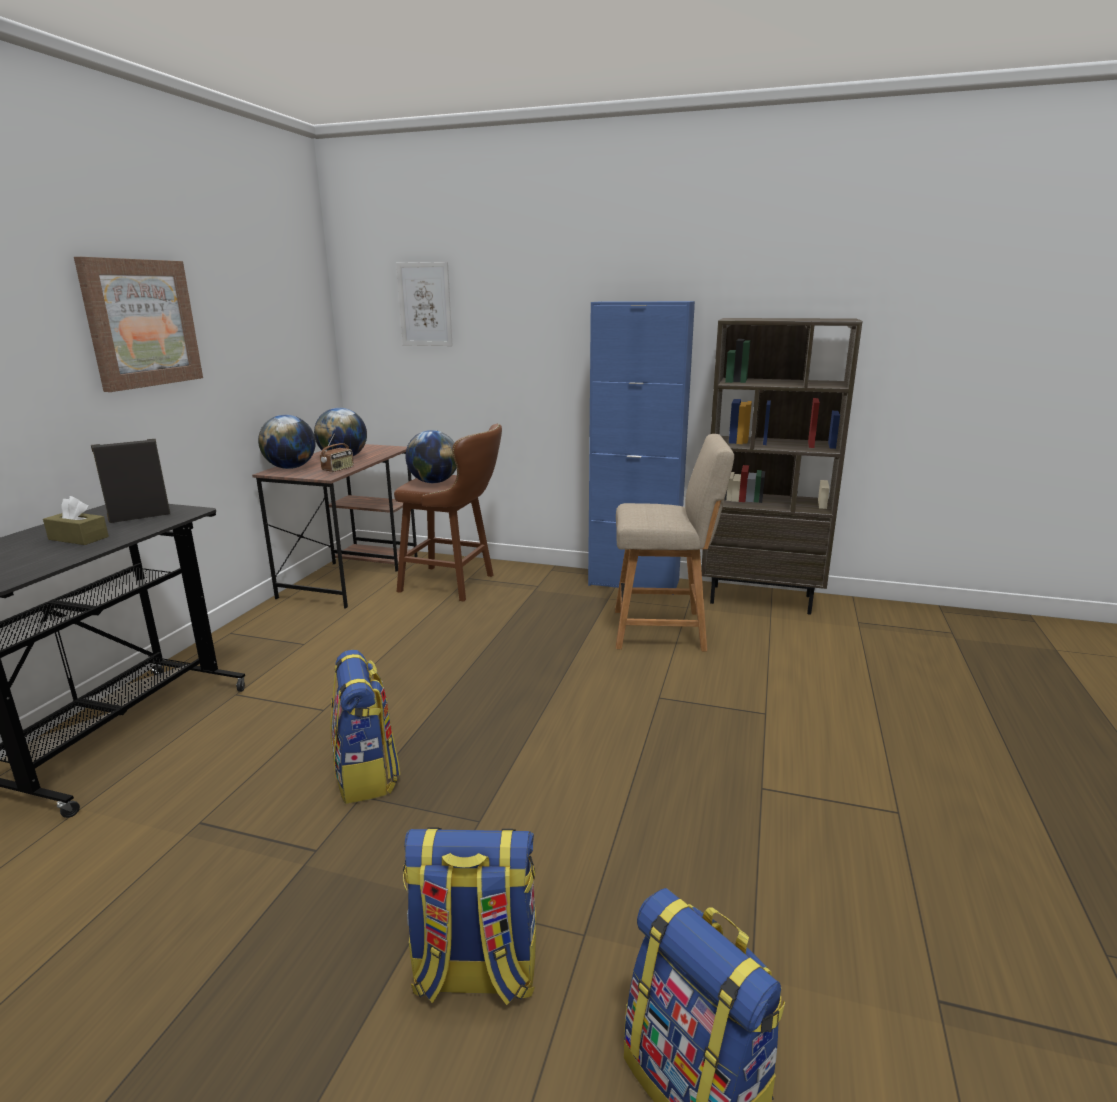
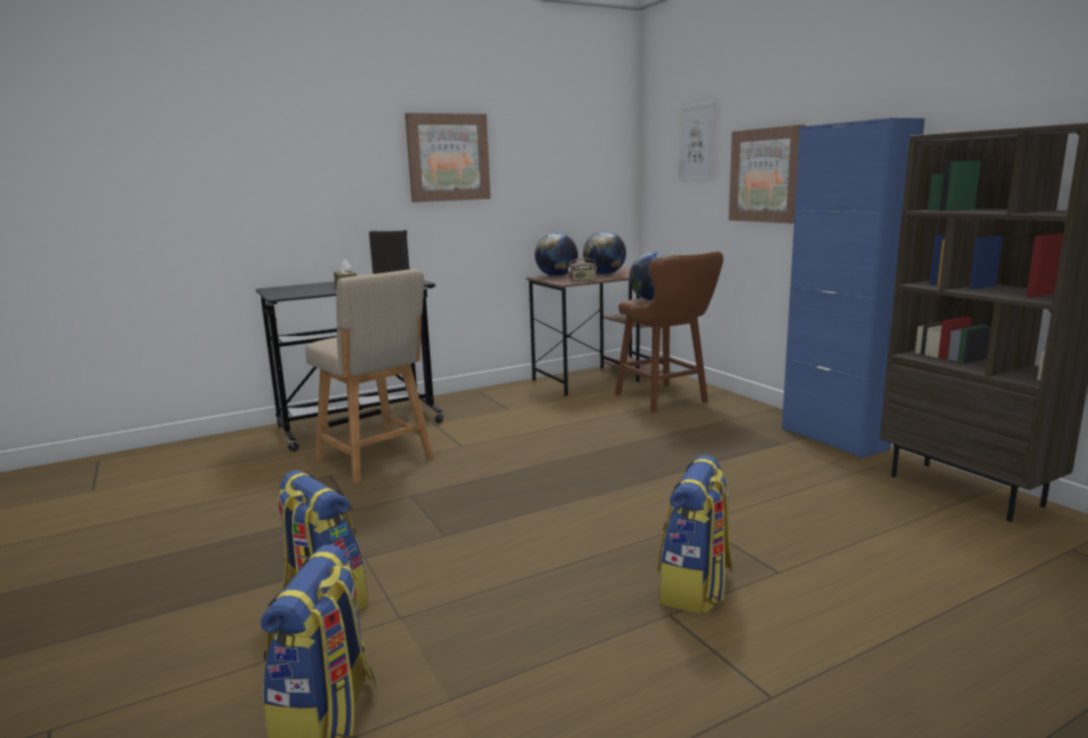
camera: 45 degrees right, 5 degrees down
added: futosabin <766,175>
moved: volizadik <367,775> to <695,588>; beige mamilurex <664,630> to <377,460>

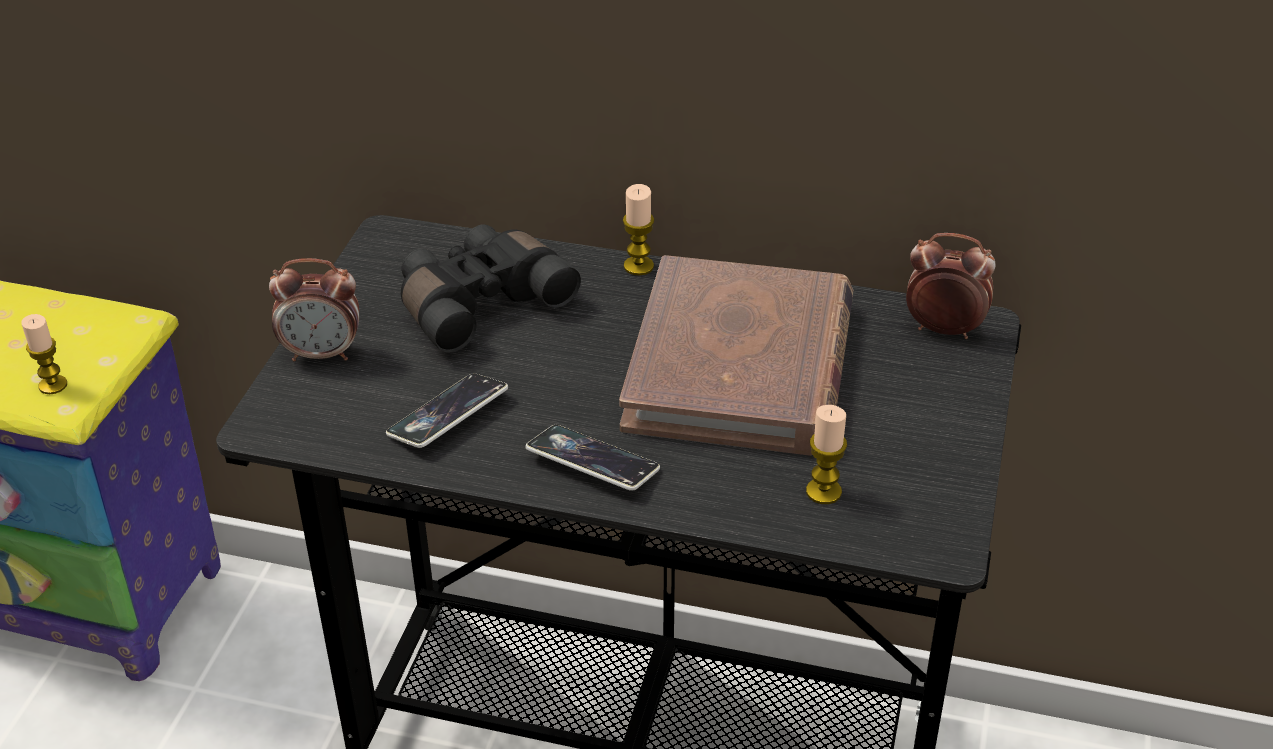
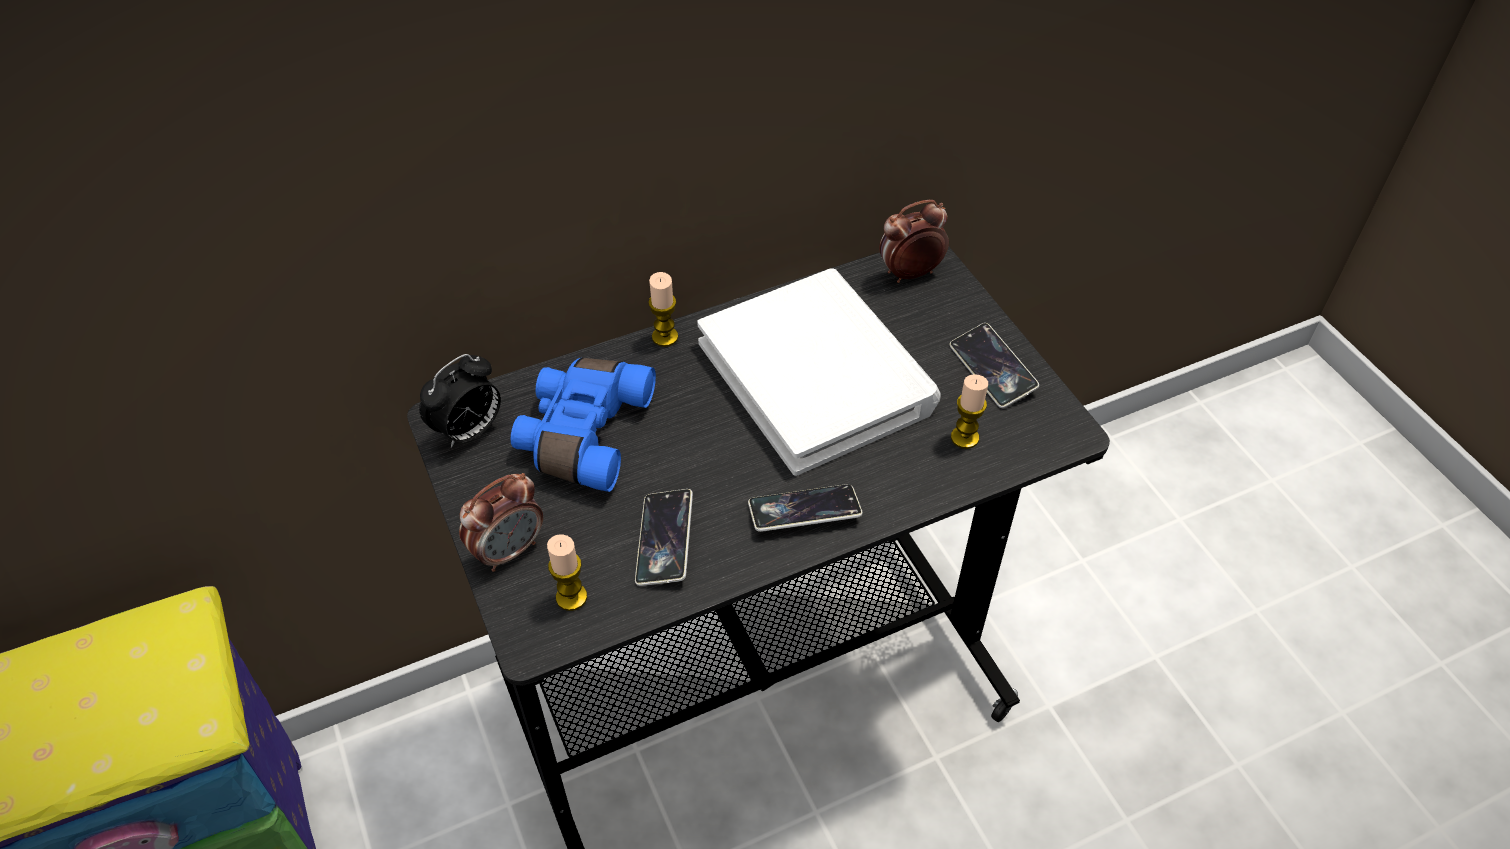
camera: 40 degrees left, 10 degrees up
added: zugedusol <469,431>; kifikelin <992,369>
moved: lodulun <53,385> to <571,597>
recoloured: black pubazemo <479,302> to blue pubazemo <582,433>; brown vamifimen <740,365> to white vamifimen <817,376>

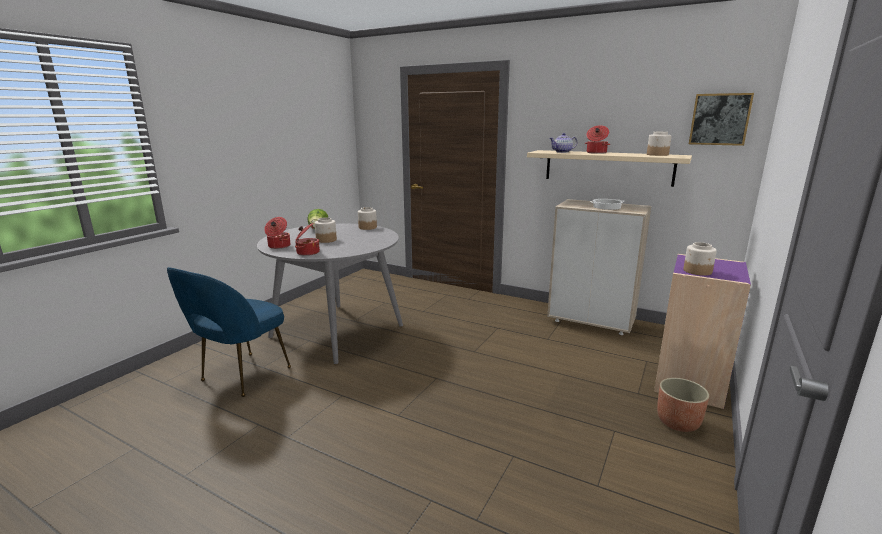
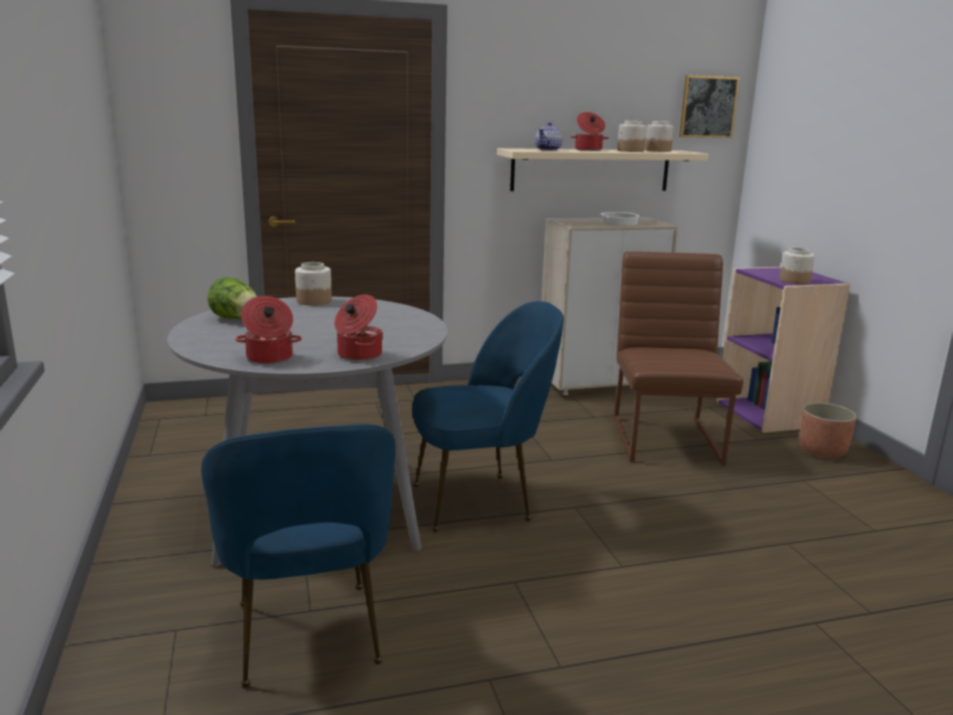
camera: 45 degrees left, 0 degrees up
added: blue mamilurex <481,502>; brown mamilurex <666,438>
moved: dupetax <326,240> to <630,151>

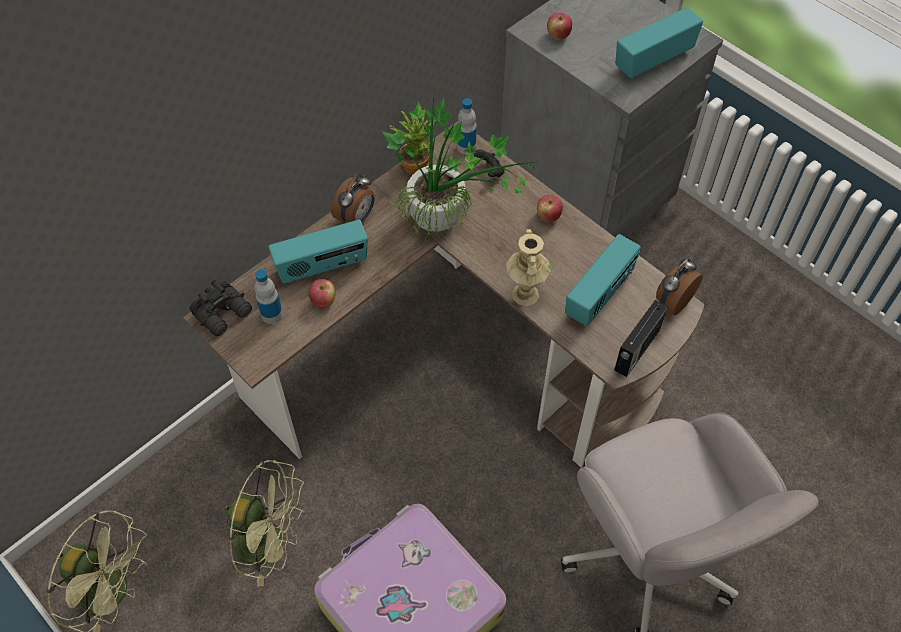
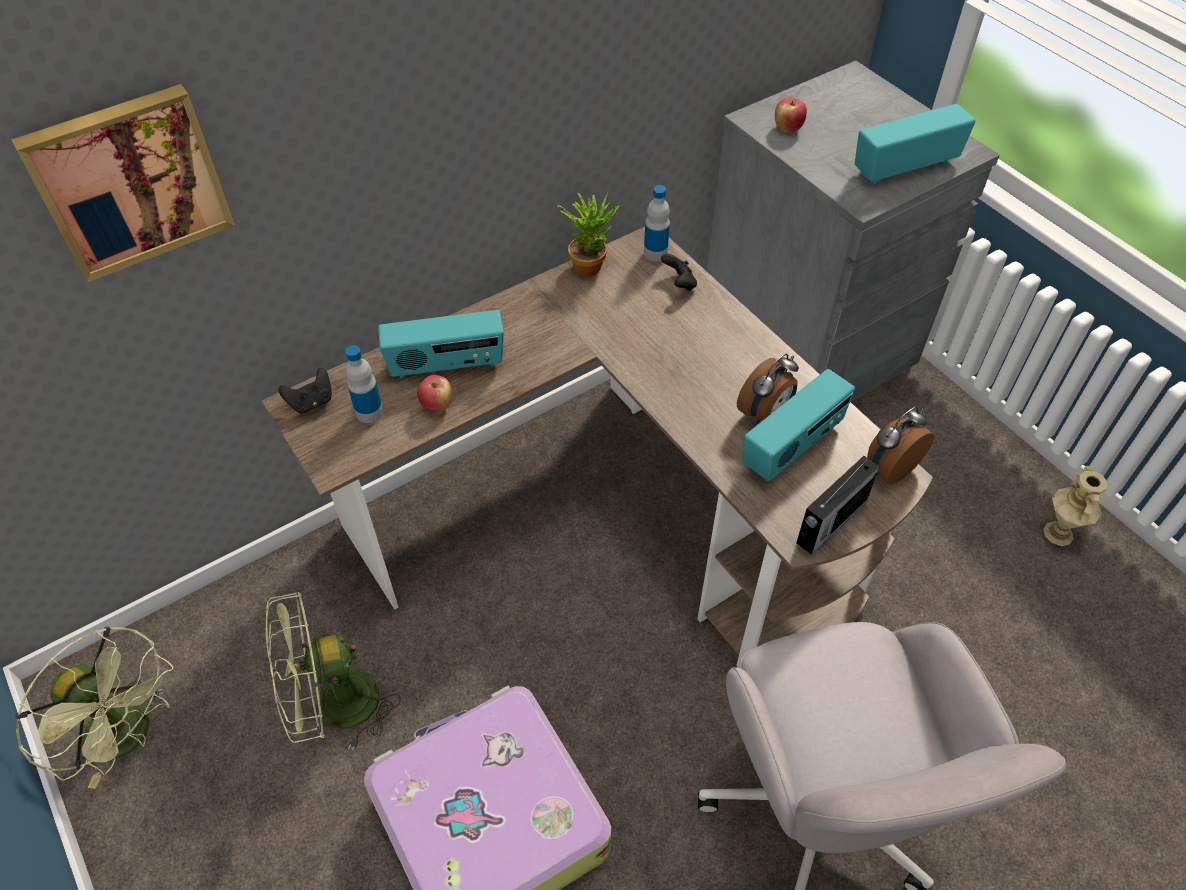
camera: 10 degrees right, 5 degrees down
removed: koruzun <448,219>; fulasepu <548,216>
added: futosabin <129,181>
moved: zugedusol <356,217> to <765,413>; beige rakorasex <524,294> to <1057,533>
replaced: black pubazemo <224,313> to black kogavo <311,402>
turned: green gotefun <270,543> = <334,707> 135 degrees clockwise

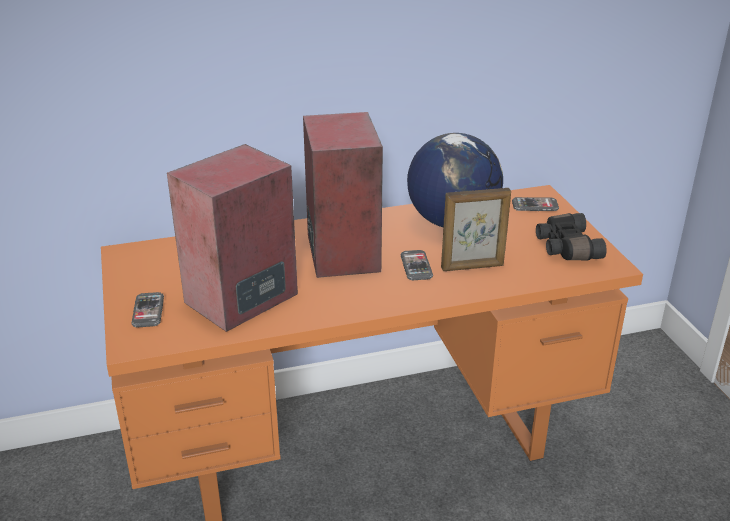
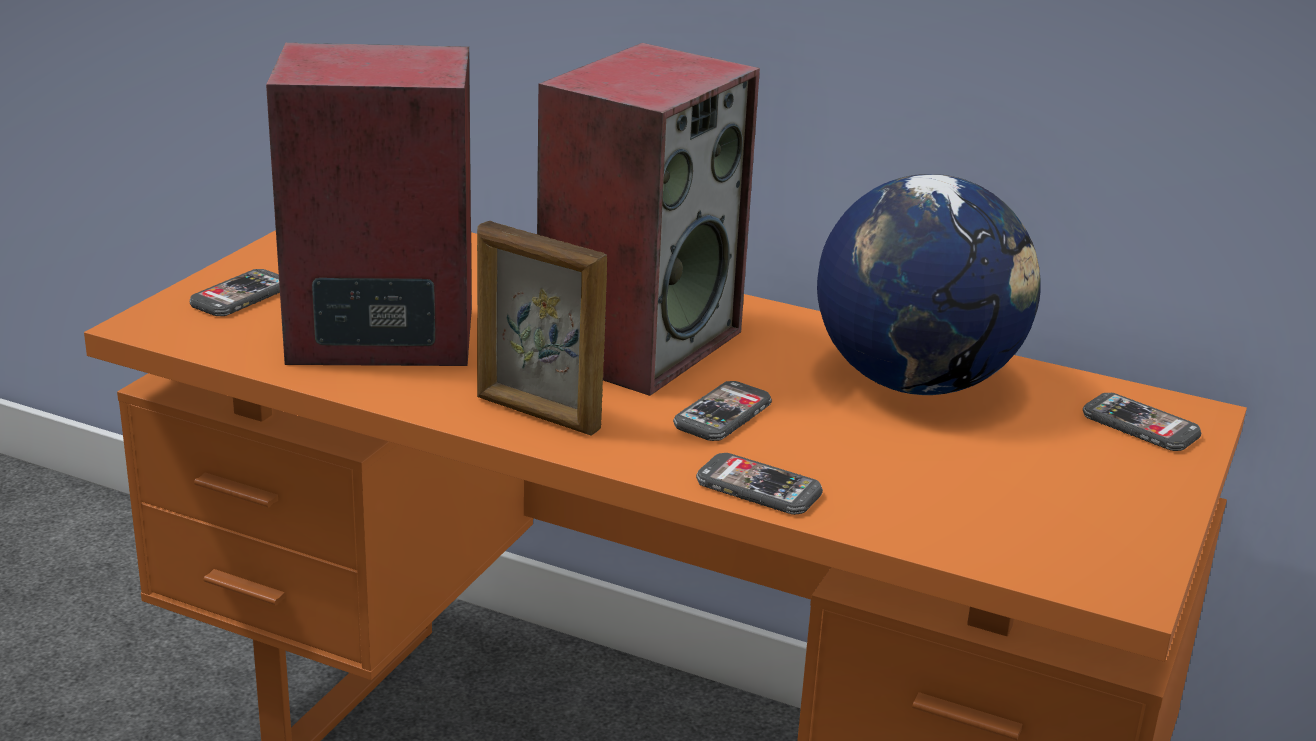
camera: 40 degrees right, 5 degrees down
removed: black pubazemo <565,247>
added: kifikelin <758,488>
moved: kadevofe <472,267> to <537,414>

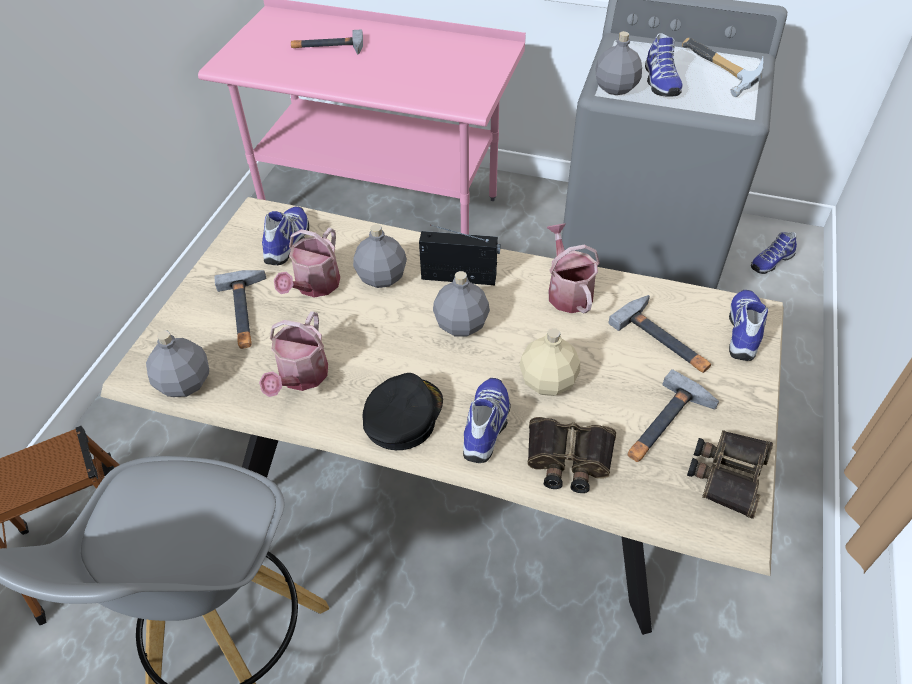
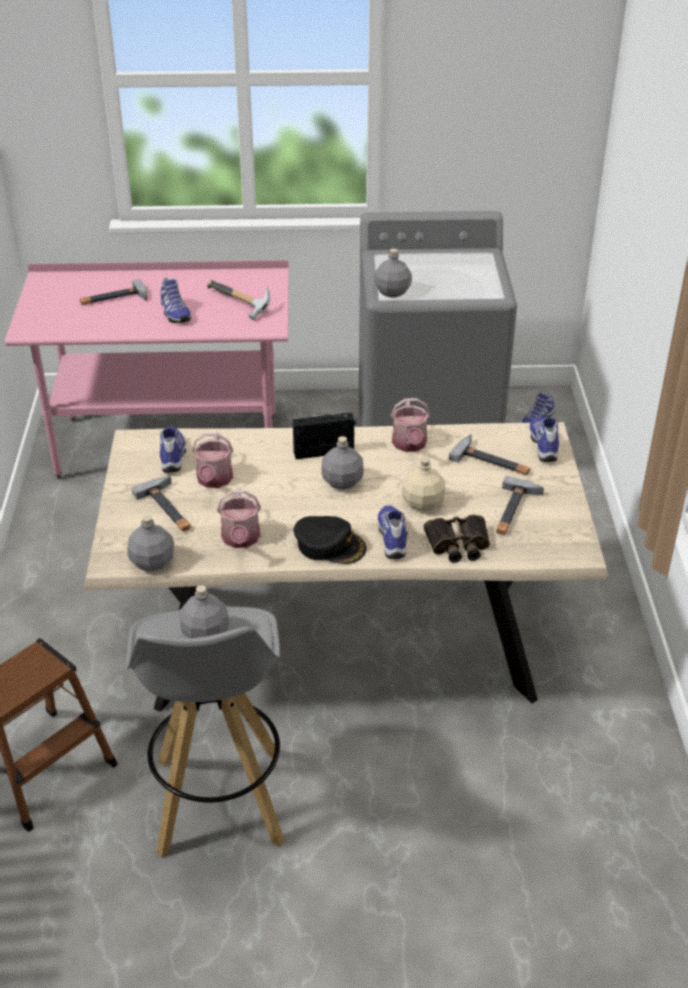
camera: 20 degrees left, 10 degrees down
removed: pubazemo <727,473>
moved: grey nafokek <381,277> to <205,633>; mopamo <659,82> to <174,313>; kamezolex <717,74> to <237,305>
turned: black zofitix <402,415> = <330,545> 105 degrees clockwise; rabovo <567,291> = <410,445> 150 degrees counterclockwise

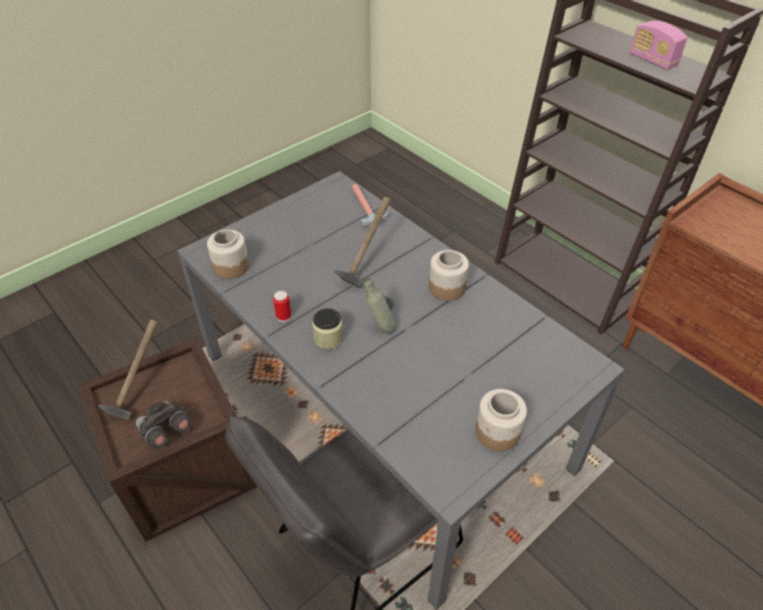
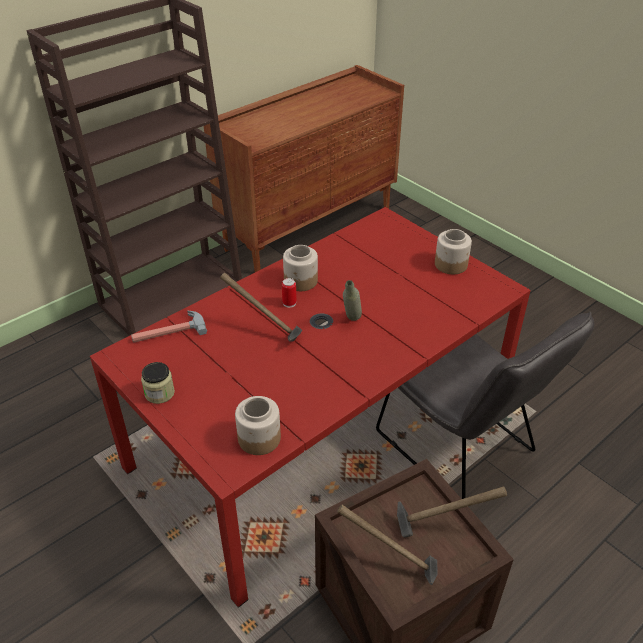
camera: 90 degrees left, 5 degrees down
removed: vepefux <652,61>
moved: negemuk <283,316> to <289,303>; dupetax <328,338> to <159,393>
replaced: grey pubazemo <165,431> to kamezolex <441,526>
recoloured: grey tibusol <381,409> to red tibusol <321,433>

